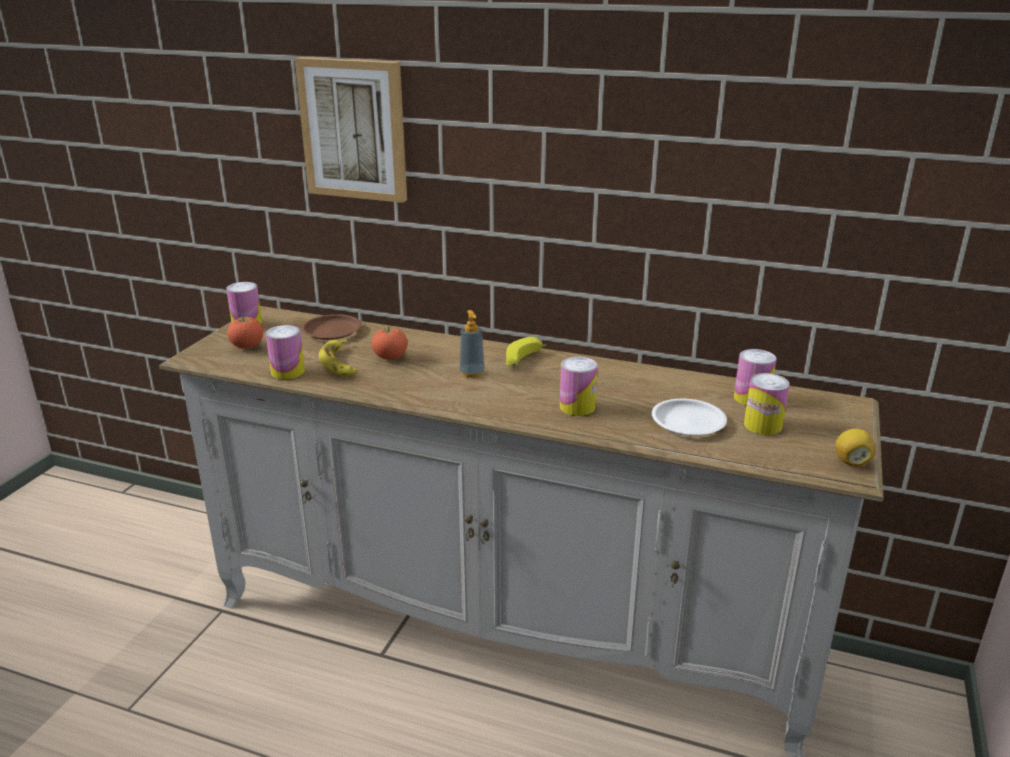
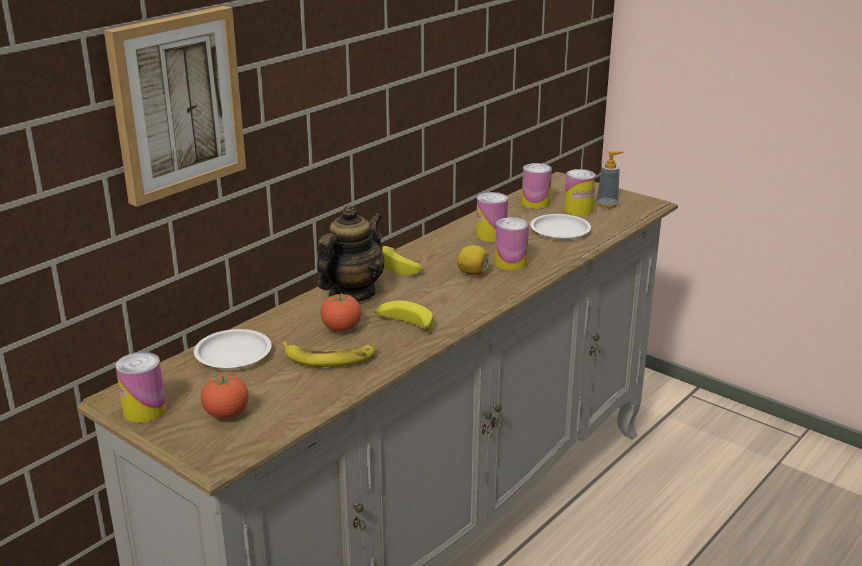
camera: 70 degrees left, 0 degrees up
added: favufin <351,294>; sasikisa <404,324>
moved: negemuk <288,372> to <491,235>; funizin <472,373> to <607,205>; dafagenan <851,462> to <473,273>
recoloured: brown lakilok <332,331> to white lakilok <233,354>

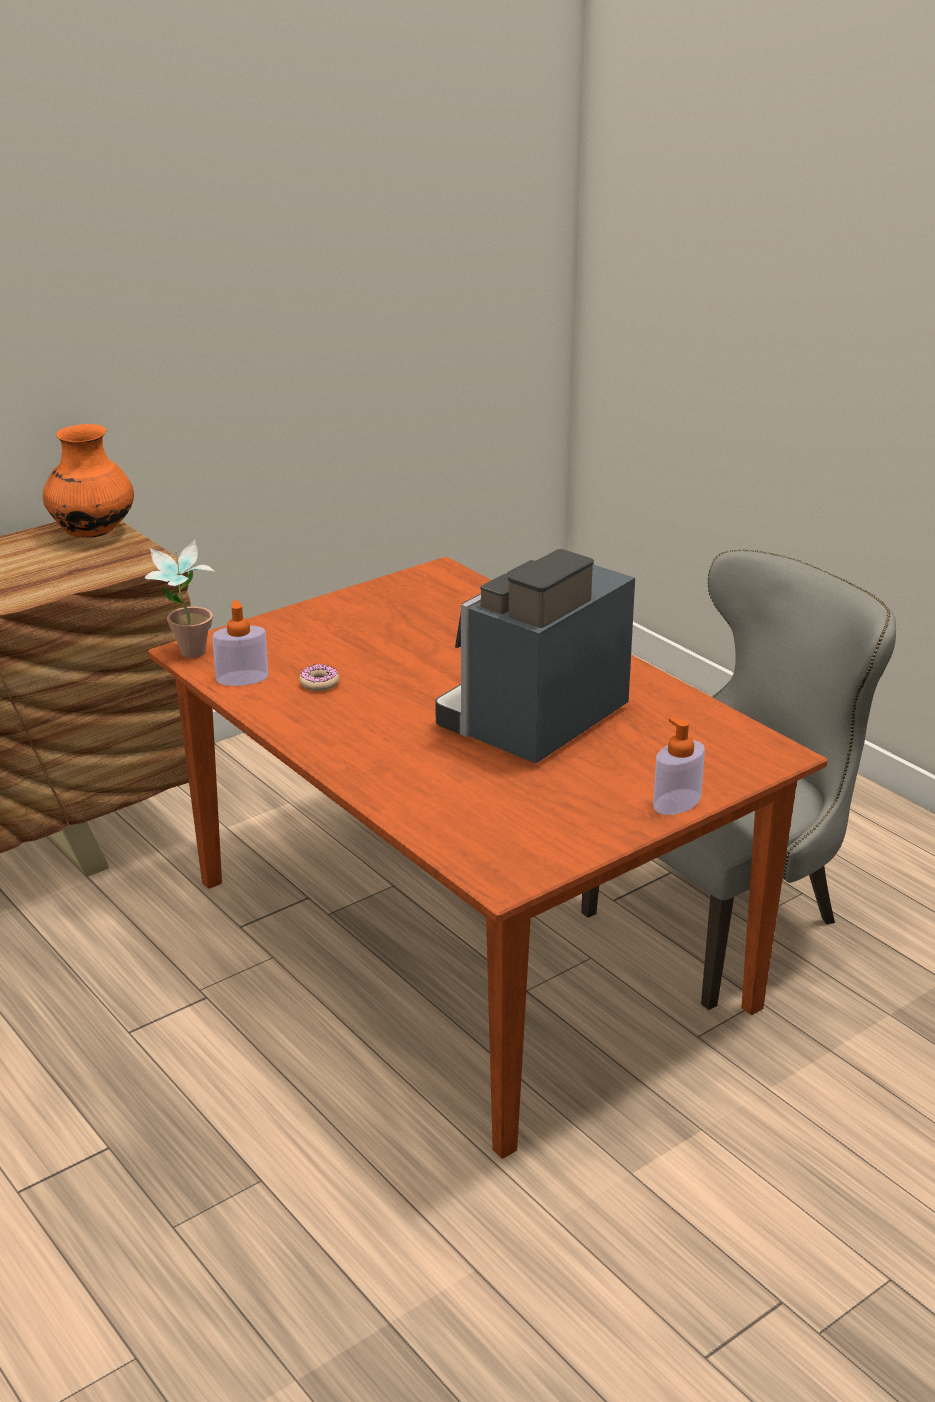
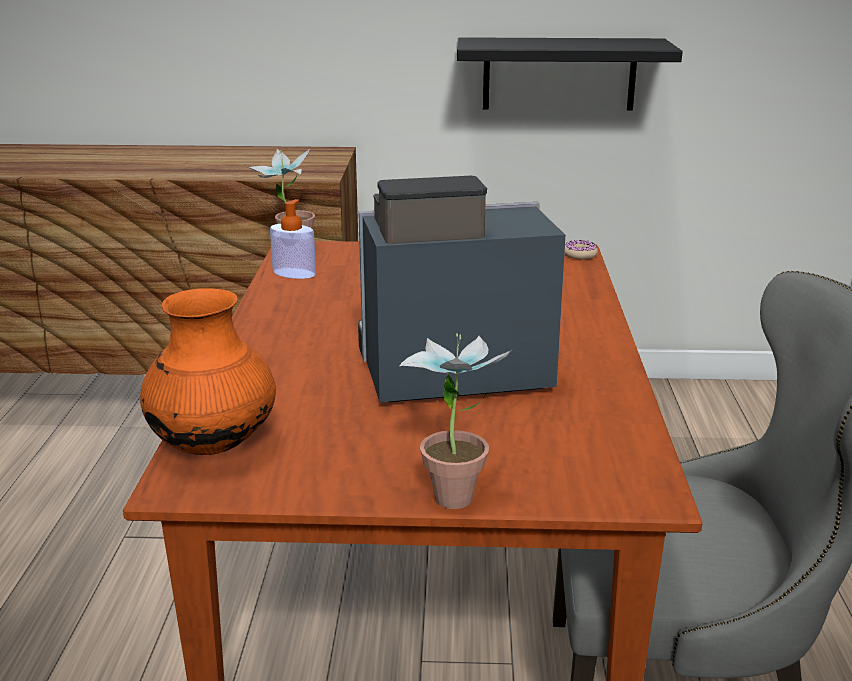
camera: 40 degrees right, 5 degrees down
added: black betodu <559,74>
moved: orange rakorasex <92,533> to <214,445>; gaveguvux <319,683> to <580,255>
replaced: funizin <676,802> to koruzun <455,490>

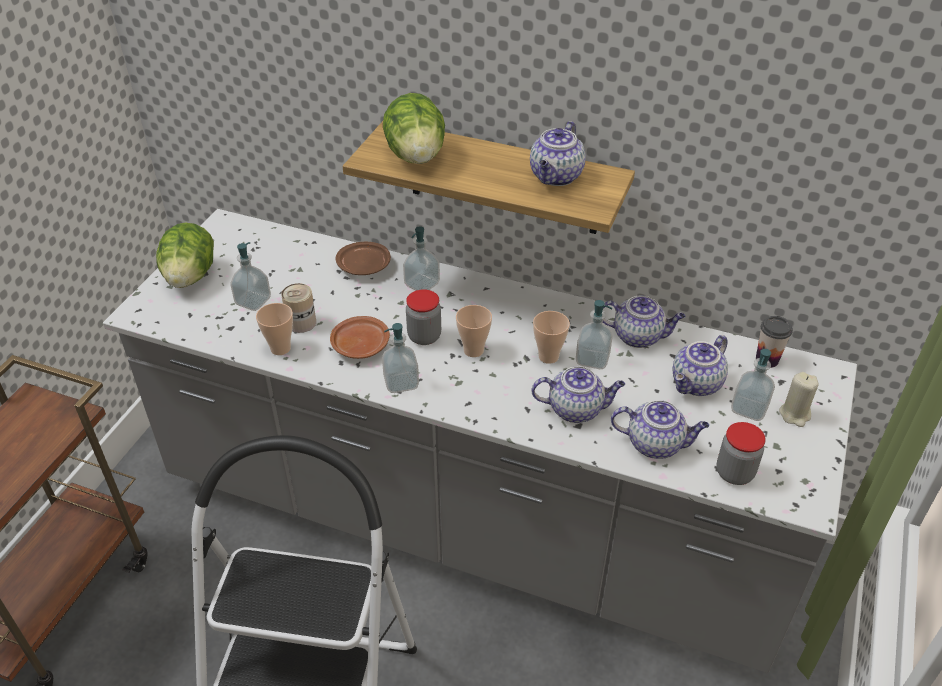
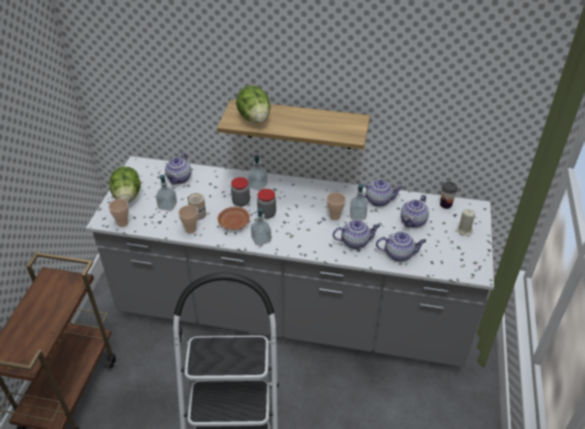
camera: 10 degrees left, 0 degrees up
removed: brown lakilok <364,266>; funizin <749,409>
moved: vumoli <473,350> to <122,223>; favufin <556,177> to <179,179>; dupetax <734,473> to <241,202>

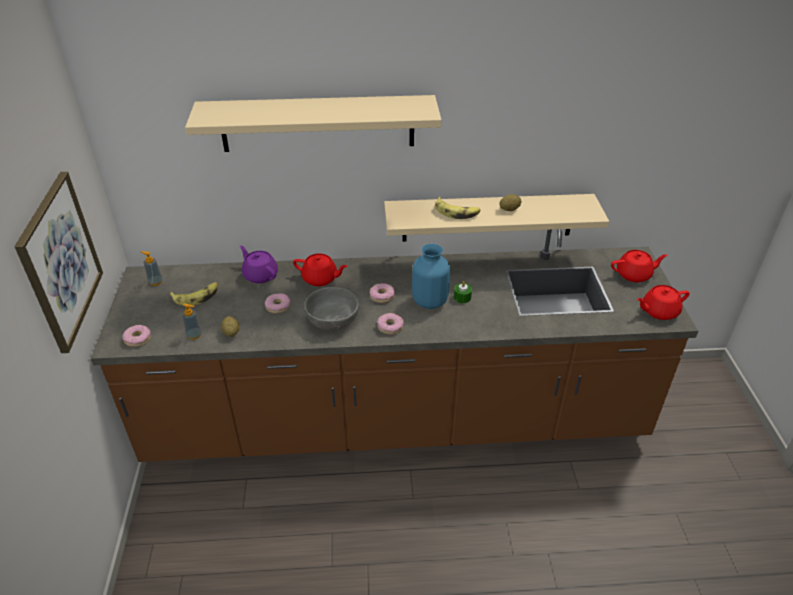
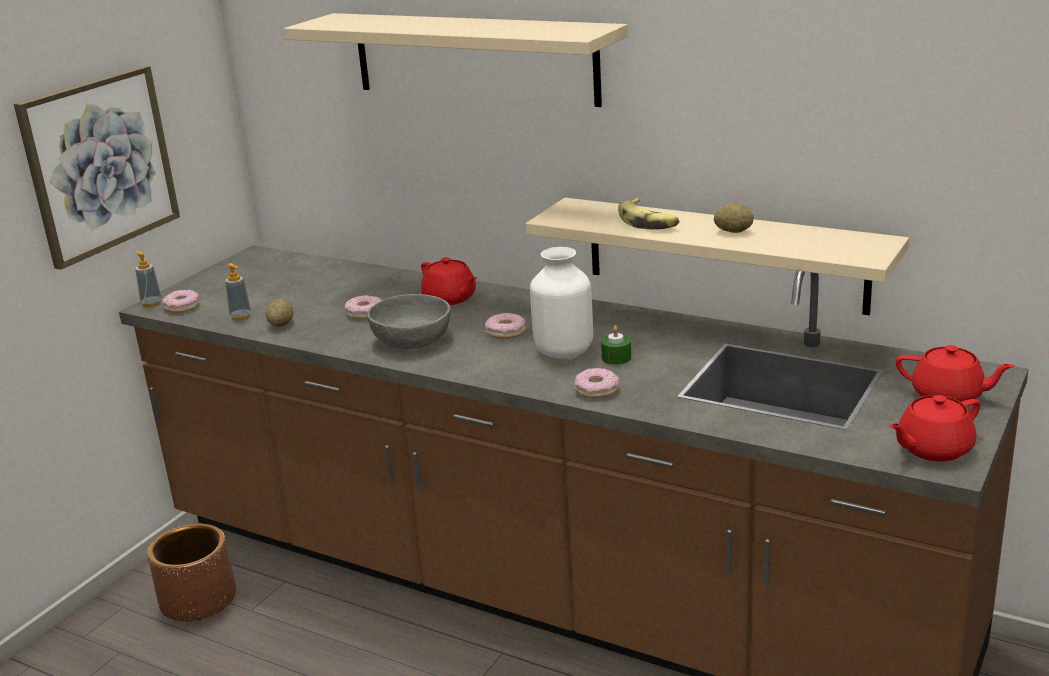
camera: 35 degrees right, 15 degrees down
removed: sasikisa <197,297>; purple favufin <260,275>
added: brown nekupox <198,600>
moved: funizin <155,282> to <151,303>; gaveguvux <390,327> to <596,390>
recoloured: blue rakorasex <429,301> to white rakorasex <562,351>
turned: red favufin <658,311> = <932,449> 45 degrees counterclockwise

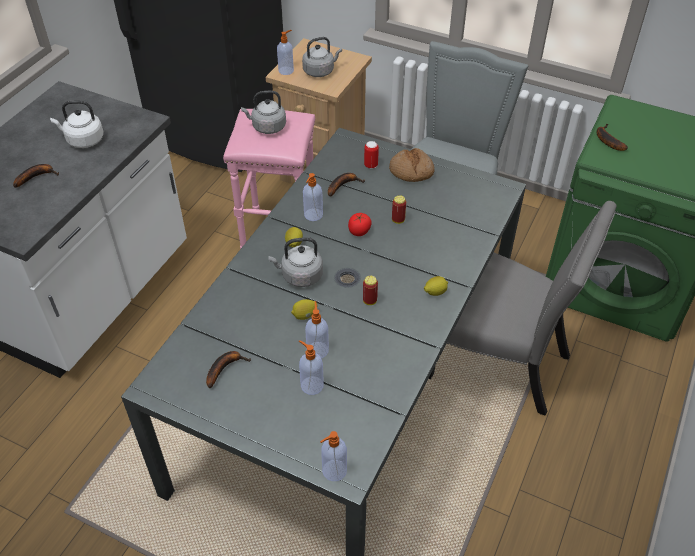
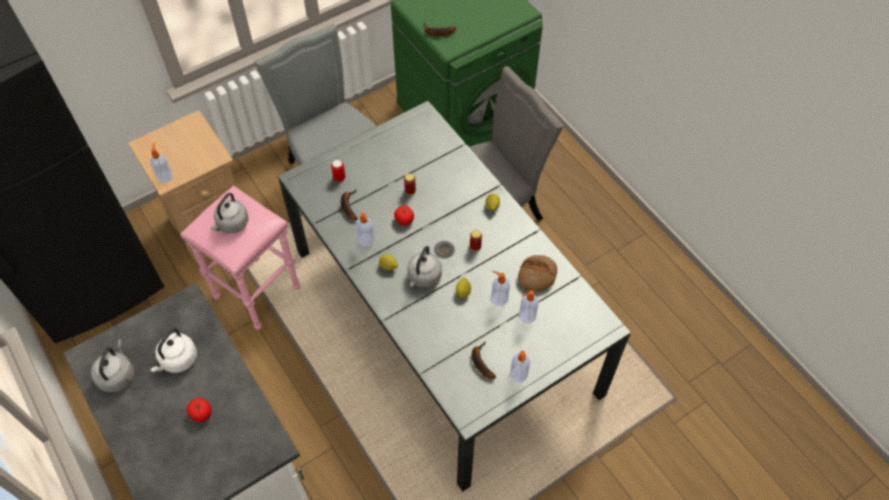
camera: 60 degrees left, 10 degrees up
moved: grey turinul <320,71> to <117,375>; funizin <333,471> to <518,375>; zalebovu <411,171> to <537,276>
replaced: sasikisa <36,177> to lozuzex <201,413>

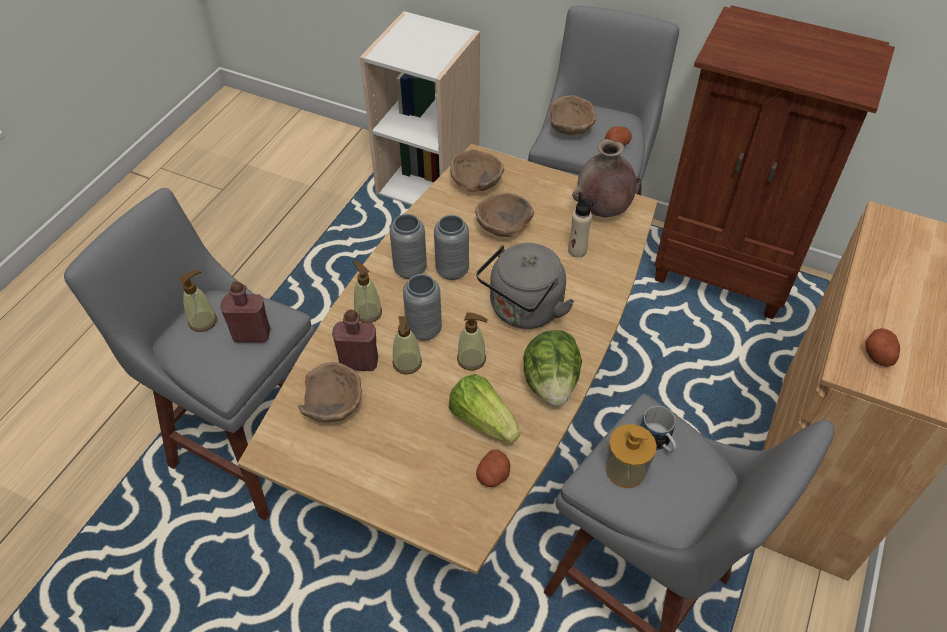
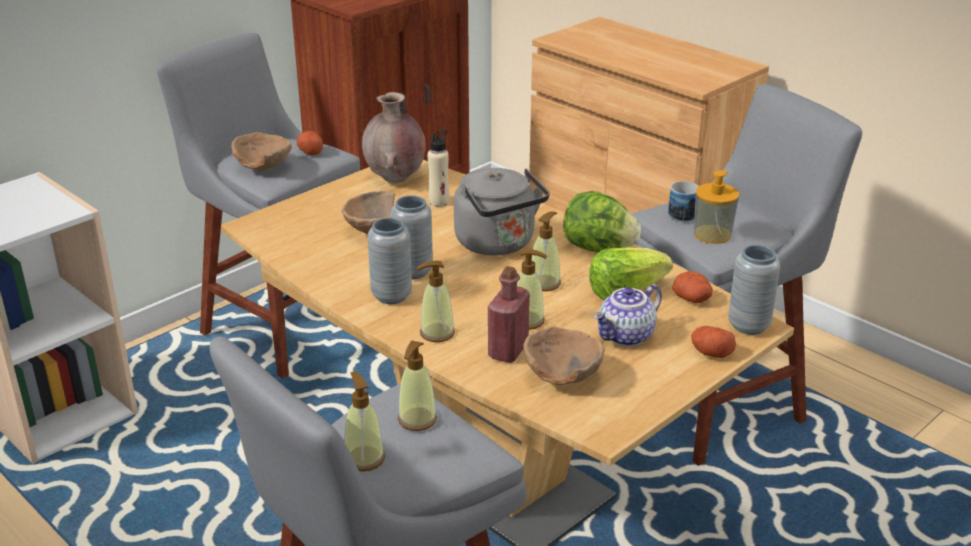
camera: 70 degrees left, 20 degrees down
removed: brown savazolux <478,184>
added: favufin <626,337>
moved: grey rakorasex <424,330> to <748,326>; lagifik <878,353> to <710,352>
replaced: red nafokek <251,335> to funizin <417,420>

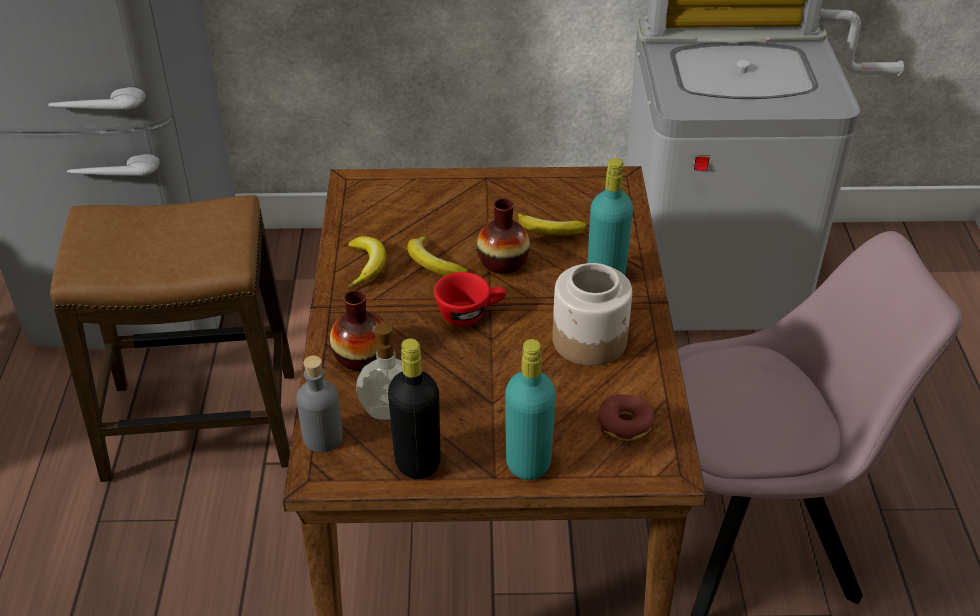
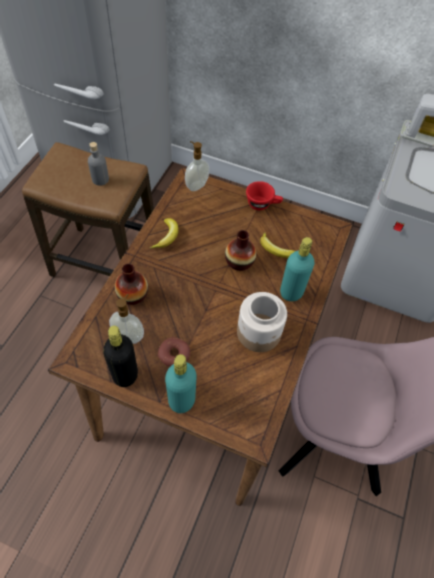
camera: 20 degrees right, 15 degrees up
removed: sasikisa <433,264>
added: funizin <196,185>
moved: grey nafokek <323,437> to <100,179>; red vumoli <470,314> to <262,204>; gaveguvux <625,424> to <174,355>

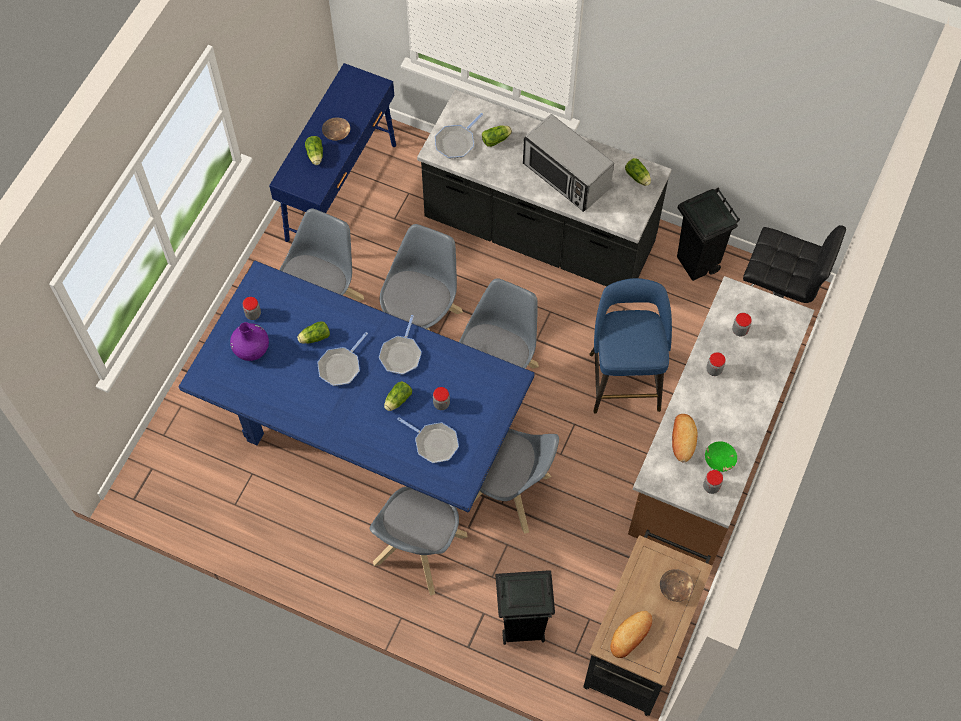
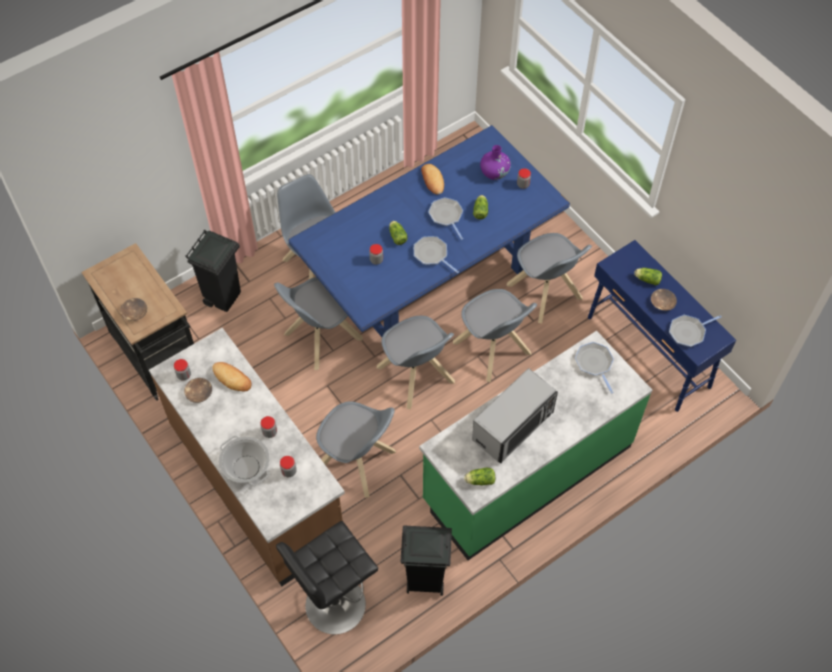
camera: 120 degrees right, 5 degrees down
removed: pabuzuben <497,139>
added: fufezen <246,468>
moved: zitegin <434,443> to <688,332>; zalebovu <631,635> to <432,181>
replaced: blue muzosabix <624,379> to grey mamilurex <357,462>
recoloured: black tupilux <539,234> to green tupilux <526,473>; green savazolux <719,459> to brown savazolux <199,392>
turned: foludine <566,176> = <513,426> 150 degrees clockwise

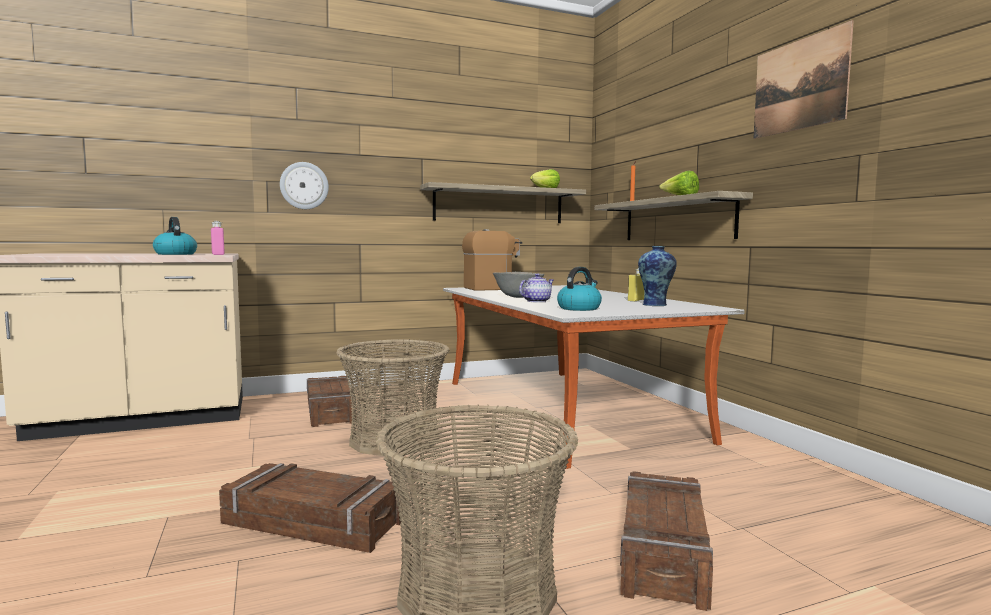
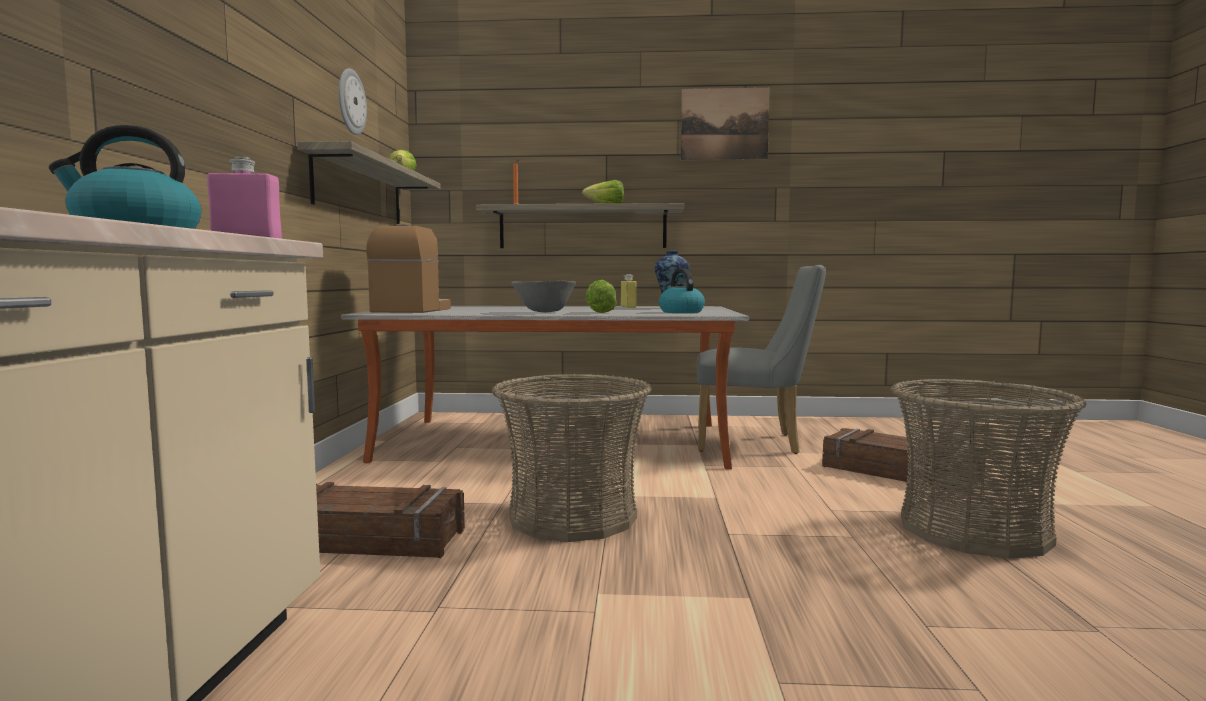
camera: 65 degrees left, 0 degrees up
removed: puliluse <312,523>
added: grey mamilurex <755,442>
moved: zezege <304,185> to <350,102>
replaced: favufin <536,301> to pabuzuben <598,312>

